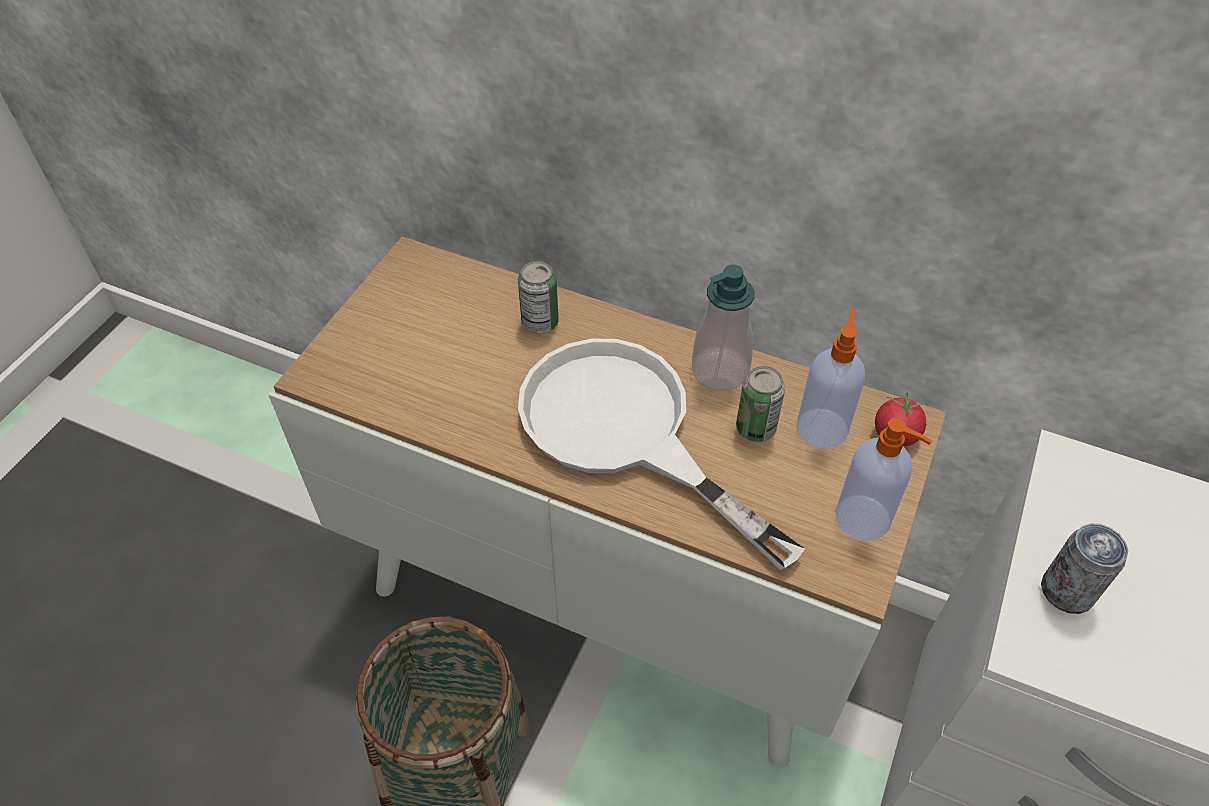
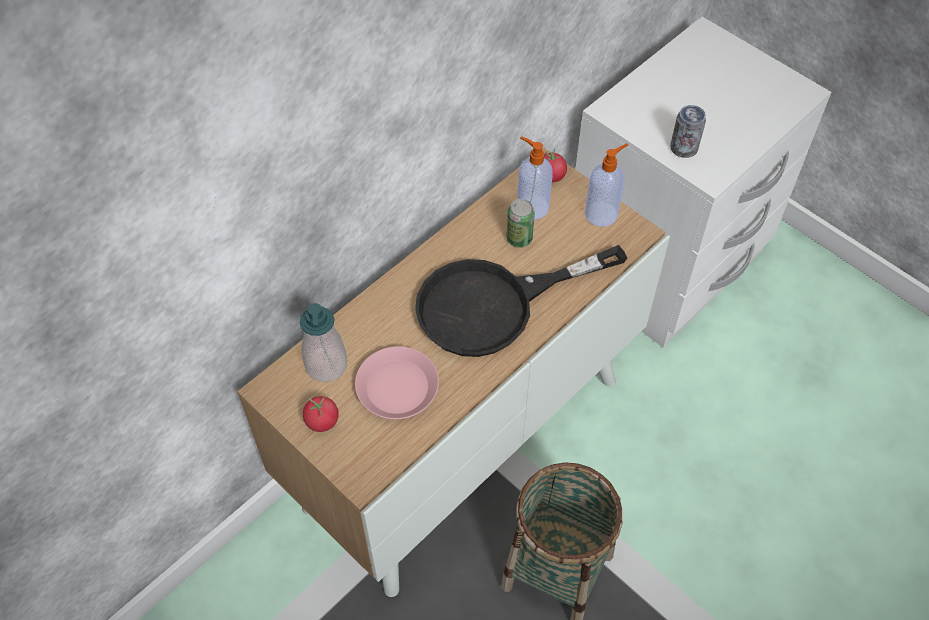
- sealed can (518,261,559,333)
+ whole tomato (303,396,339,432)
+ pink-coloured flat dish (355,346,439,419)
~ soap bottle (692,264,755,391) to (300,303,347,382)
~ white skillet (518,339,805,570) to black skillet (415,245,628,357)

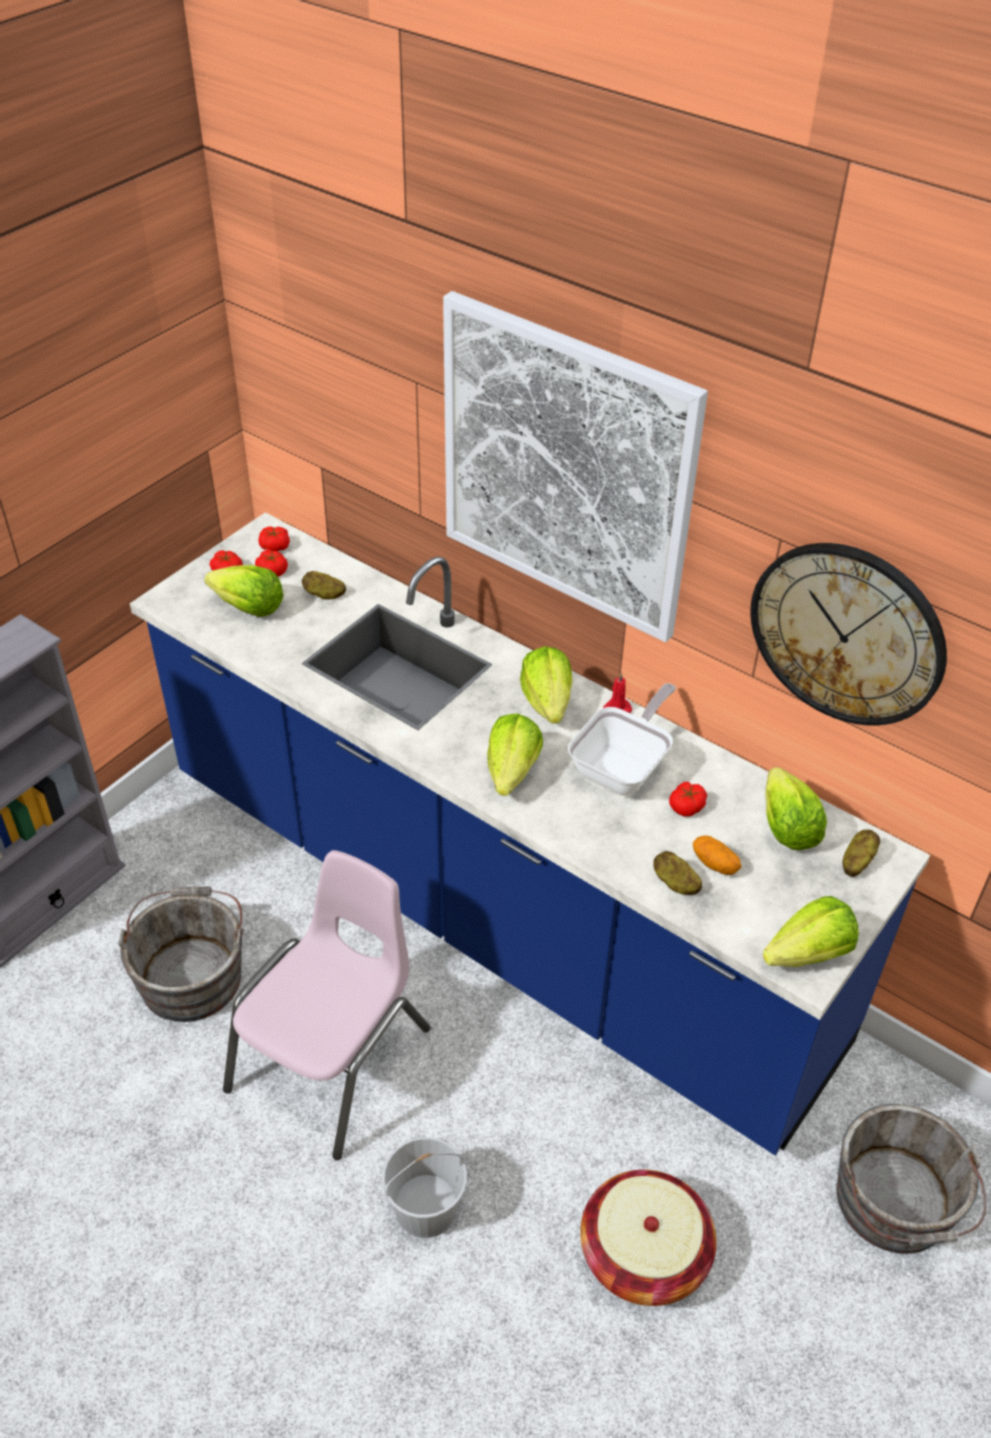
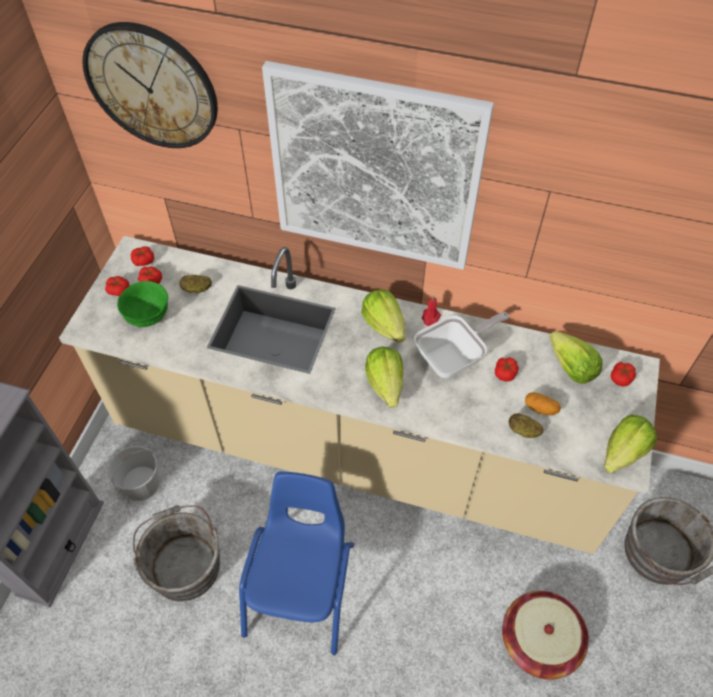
~ white bucket (382,1137,467,1238) to (108,446,159,501)
~ clock on the wall (750,543,947,725) to (82,22,218,148)
~ lettuce (204,565,284,617) to green-coloured serving bowl (117,281,168,327)
~ whole potato (842,829,880,877) to whole tomato (611,362,636,386)
~ blue kitchen base unit (130,513,930,1155) to beige-coloured kitchen base unit (59,236,660,554)
~ pink-coloured upright chair (223,850,430,1160) to blue upright chair (239,472,354,655)
~ skillet (568,683,676,795) = (414,312,510,378) 45 degrees clockwise

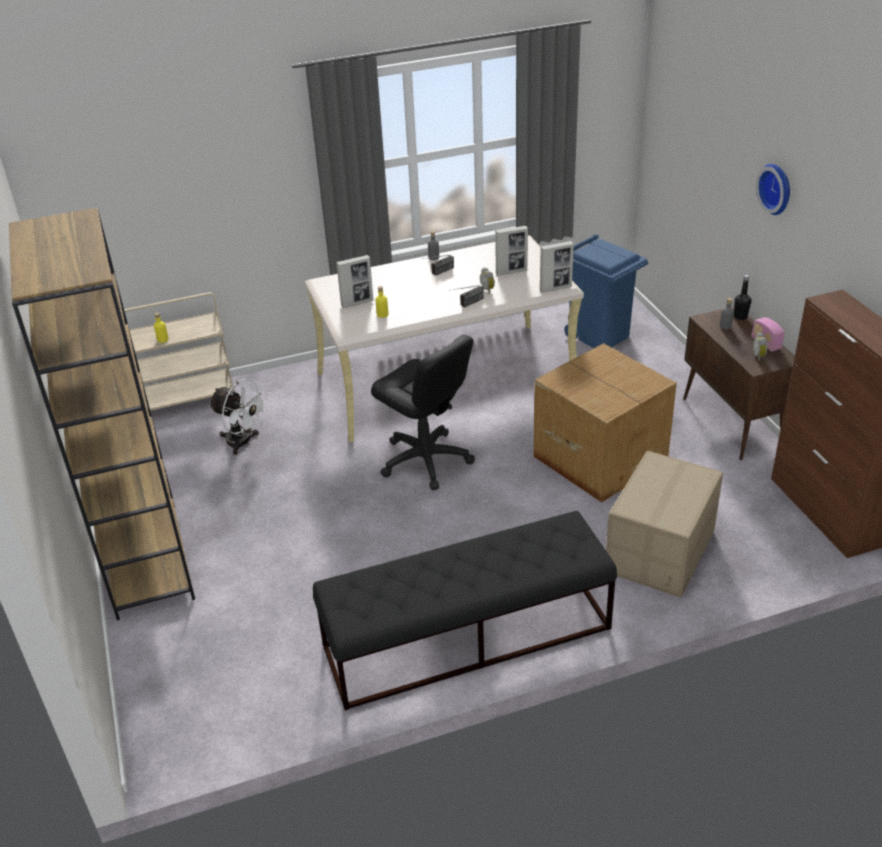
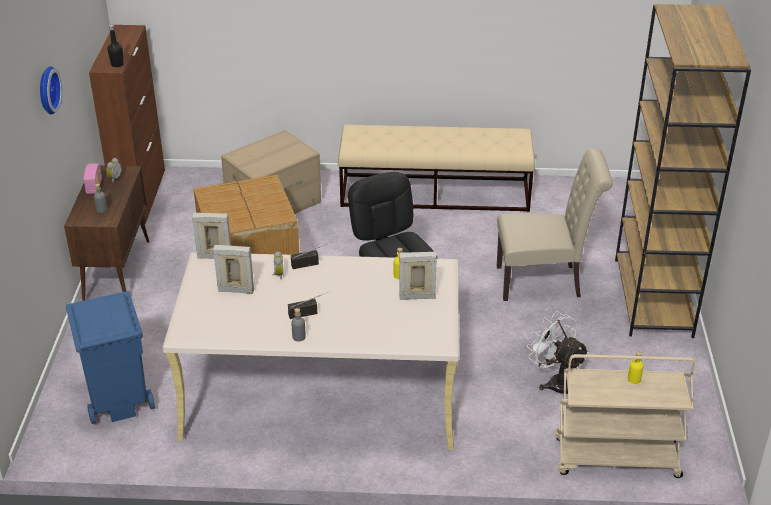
+ beige-coloured upright chair (497,148,613,301)
~ black beverage bottle (734,275,751,320) to (107,25,124,67)
~ black bench (313,511,617,710) to beige-coloured bench (338,125,535,212)

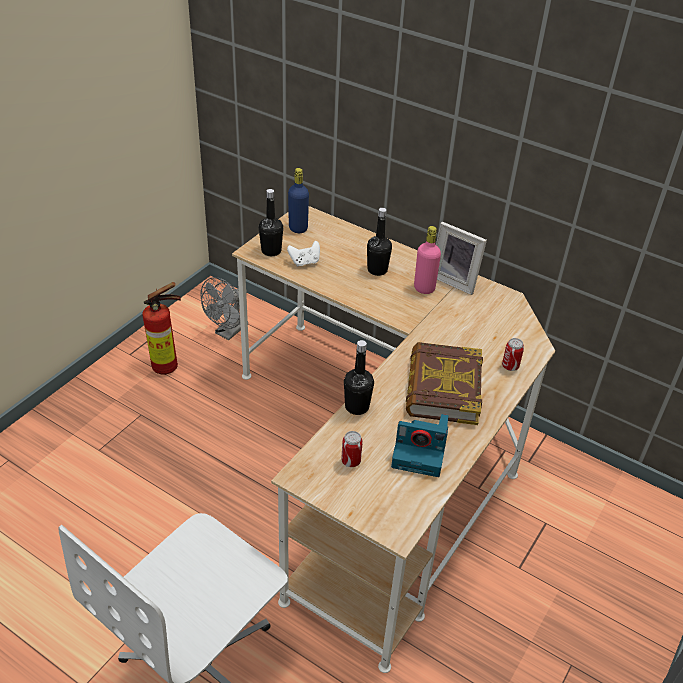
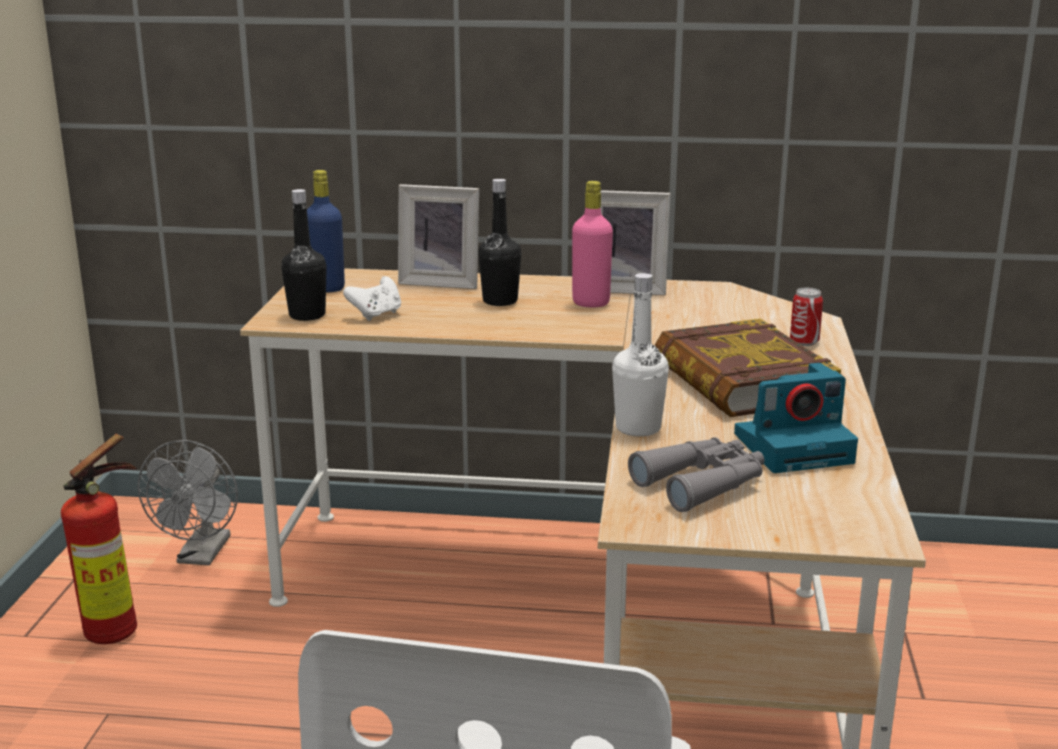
+ picture frame (398,184,479,289)
~ sealed can (341,431,363,467) to greyish field glasses (628,437,764,512)
~ black beverage bottle (344,340,374,415) to white beverage bottle (612,273,669,437)

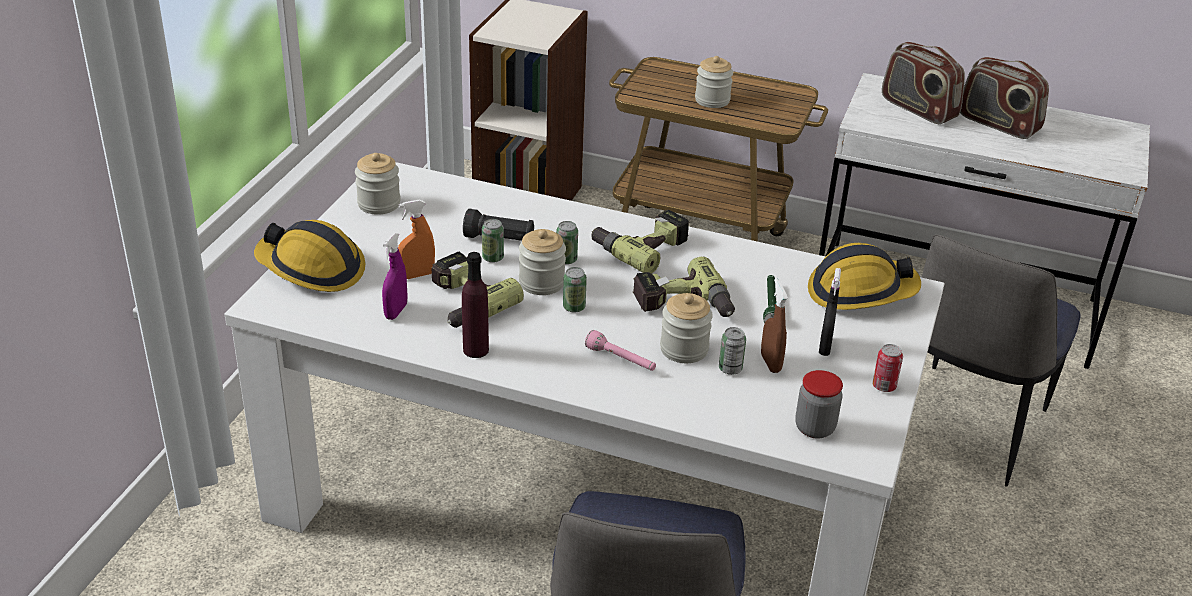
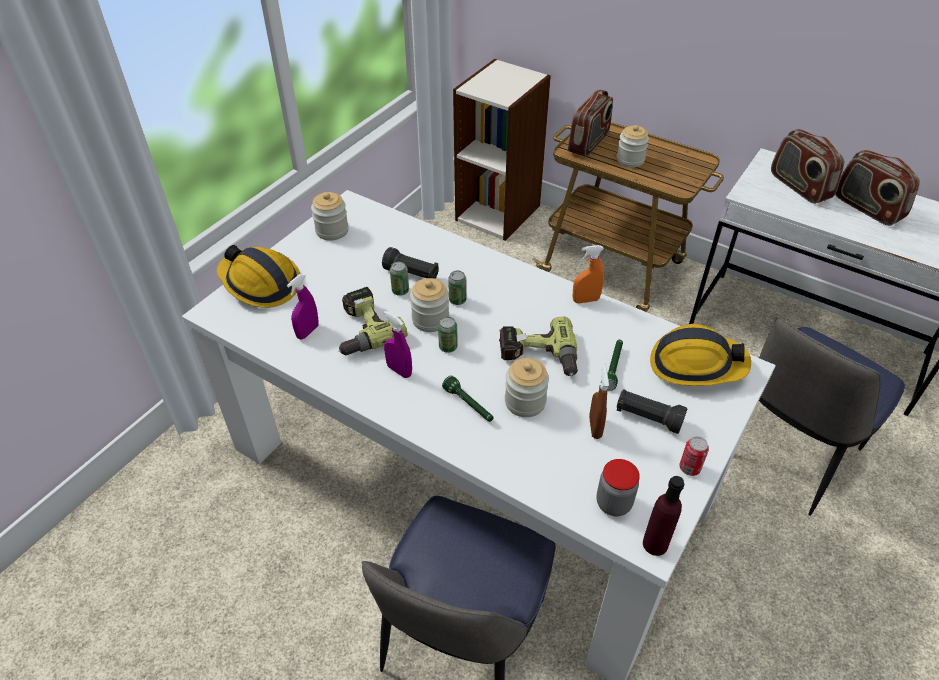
- drill (591,210,689,274)
- sealed can (719,327,746,375)
+ purplish sprayer (384,311,412,378)
+ radio set (568,90,613,157)
~ orangey sprayer (398,200,435,279) to (573,245,604,303)
~ purplish beverage bottle (462,252,489,358) to (643,476,684,556)
~ black sprayer (819,268,841,356) to black torch (617,389,688,434)
~ pink-coloured torch (585,330,656,371) to green-coloured torch (442,376,493,422)

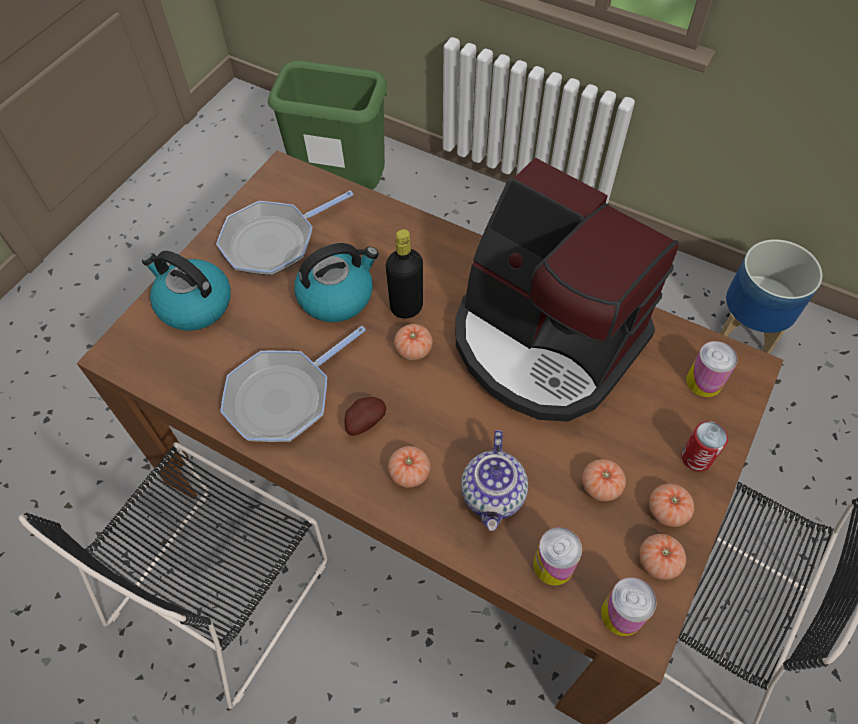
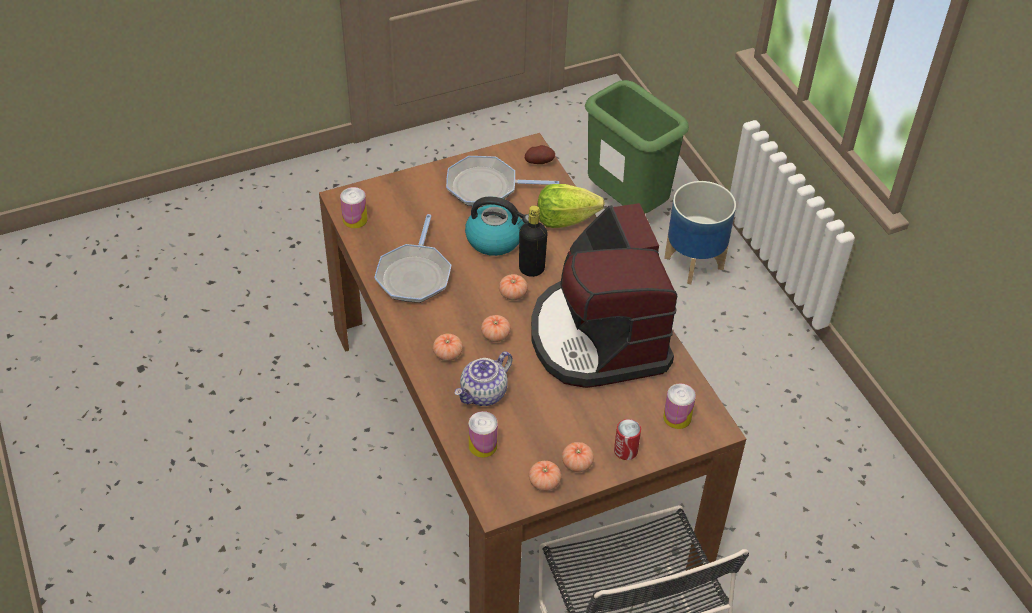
- black upright chair (18,442,328,709)
- kettle (142,251,231,331)
+ lettuce (537,184,605,228)
~ whole potato (344,397,386,436) to (525,145,555,164)
~ whole tomato (582,459,626,501) to (481,315,511,342)
~ sealed can (601,577,657,636) to (340,187,367,229)
~ plant pot (720,239,822,354) to (664,181,736,284)
~ skillet (220,326,366,442) = (374,214,451,303) 75 degrees counterclockwise

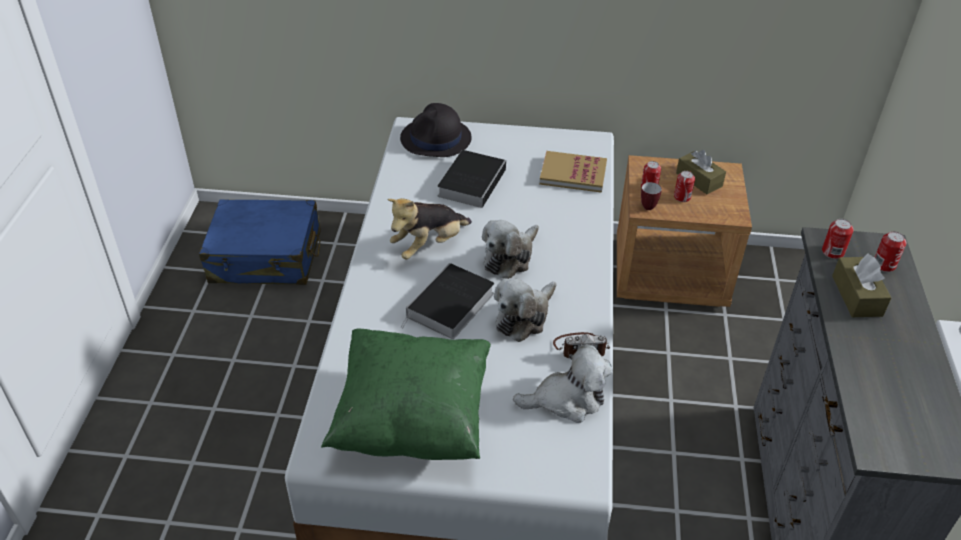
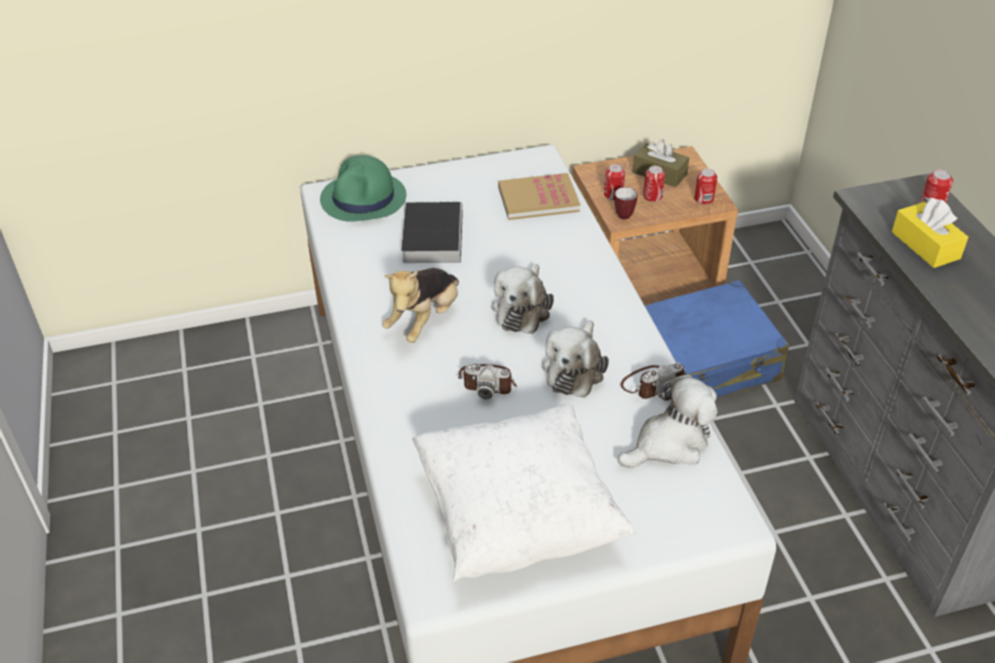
~ blue piece of luggage (199,199,321,285) to (645,280,789,398)
~ sealed can (822,219,853,259) to (694,169,717,205)
~ book (401,263,494,339) to photo camera (458,364,517,400)
~ green-coloured throw pillow (321,328,491,460) to white throw pillow (412,404,636,581)
~ black wearable hat (400,103,472,157) to green-coloured wearable hat (320,155,406,222)
~ brown-coloured box of tissues (832,253,891,317) to yellow-coloured box of tissues (892,198,968,268)

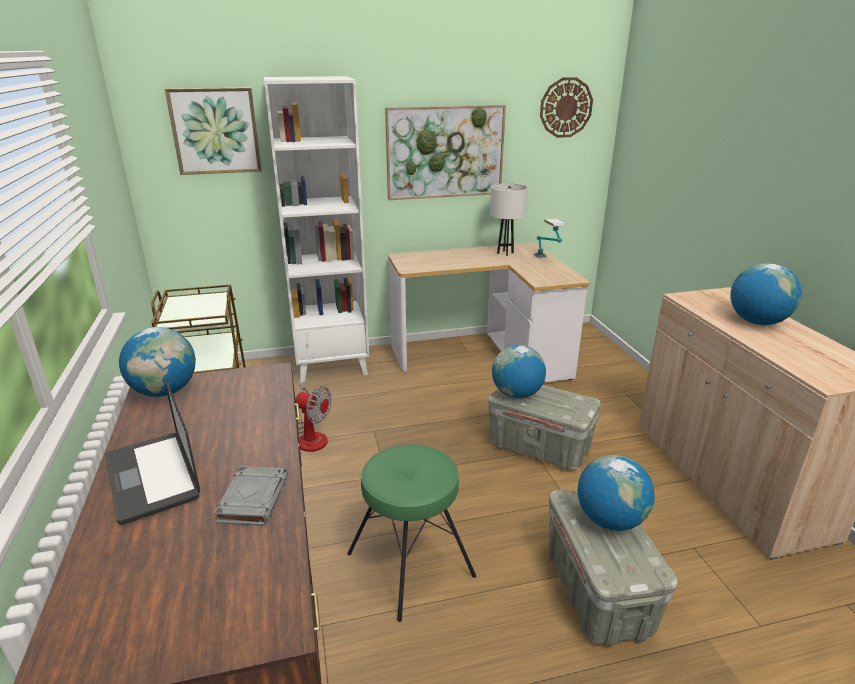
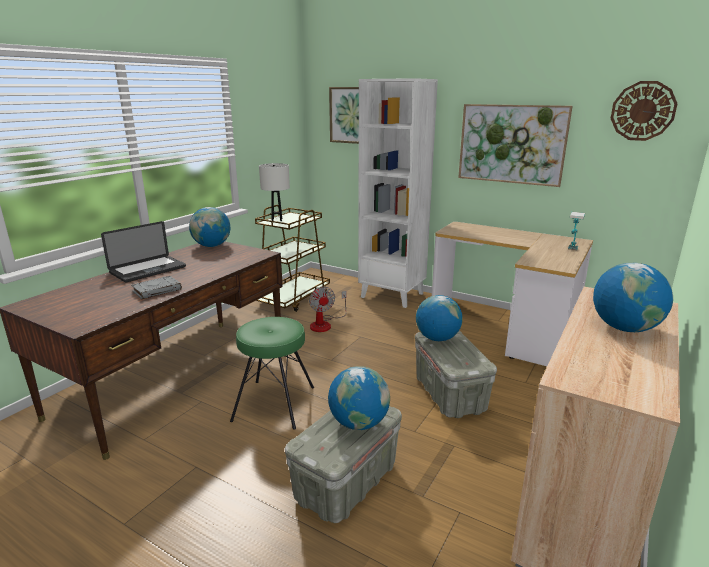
~ white table lamp (490,183,528,256) to (259,163,290,221)
~ portable computer (105,377,200,525) = (101,221,186,282) 150 degrees counterclockwise

